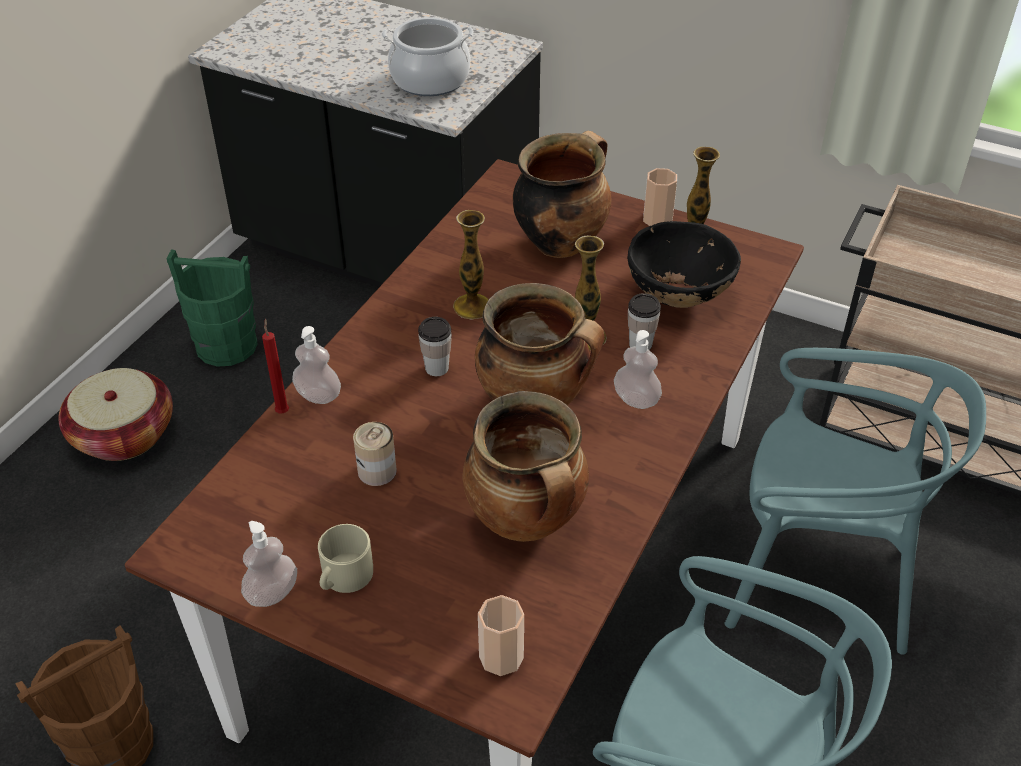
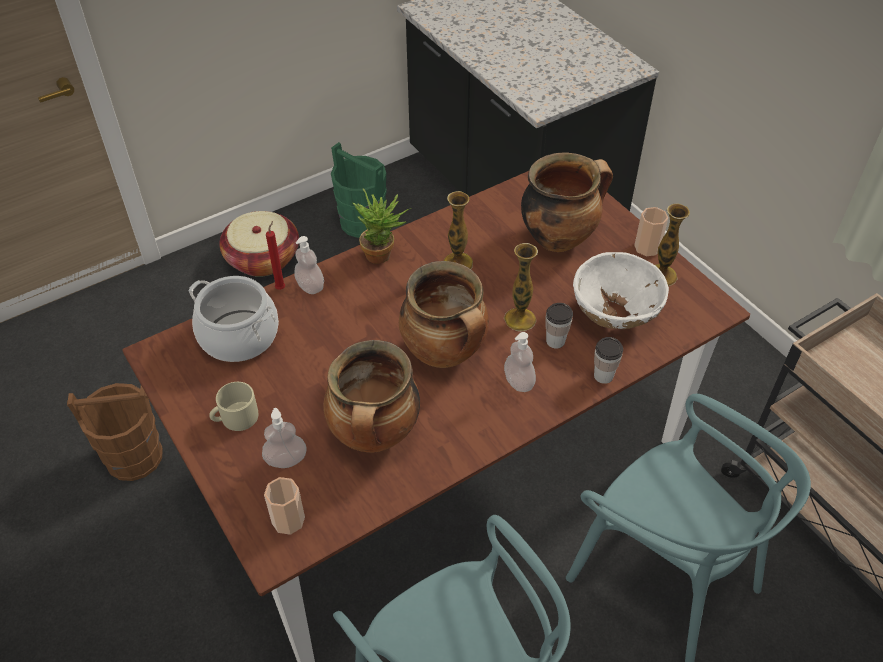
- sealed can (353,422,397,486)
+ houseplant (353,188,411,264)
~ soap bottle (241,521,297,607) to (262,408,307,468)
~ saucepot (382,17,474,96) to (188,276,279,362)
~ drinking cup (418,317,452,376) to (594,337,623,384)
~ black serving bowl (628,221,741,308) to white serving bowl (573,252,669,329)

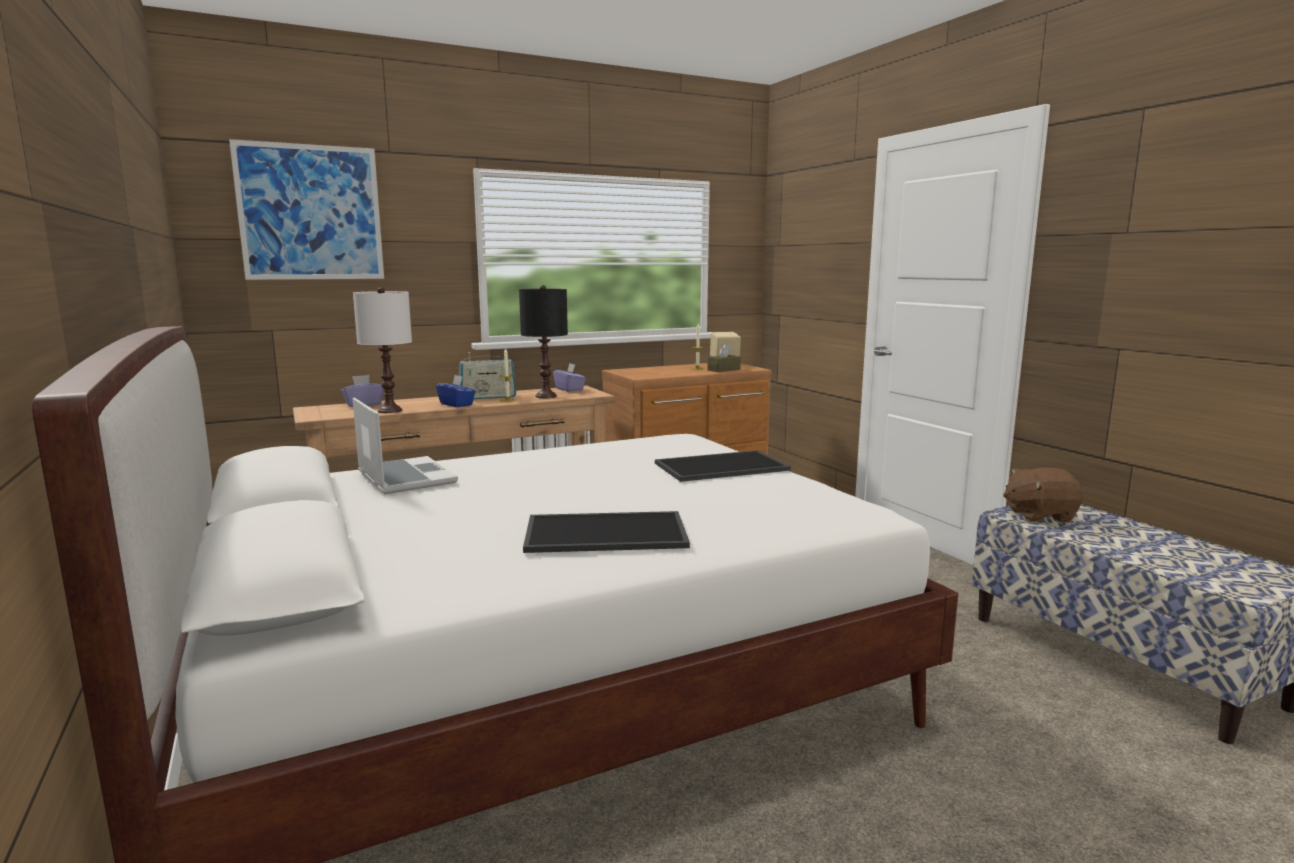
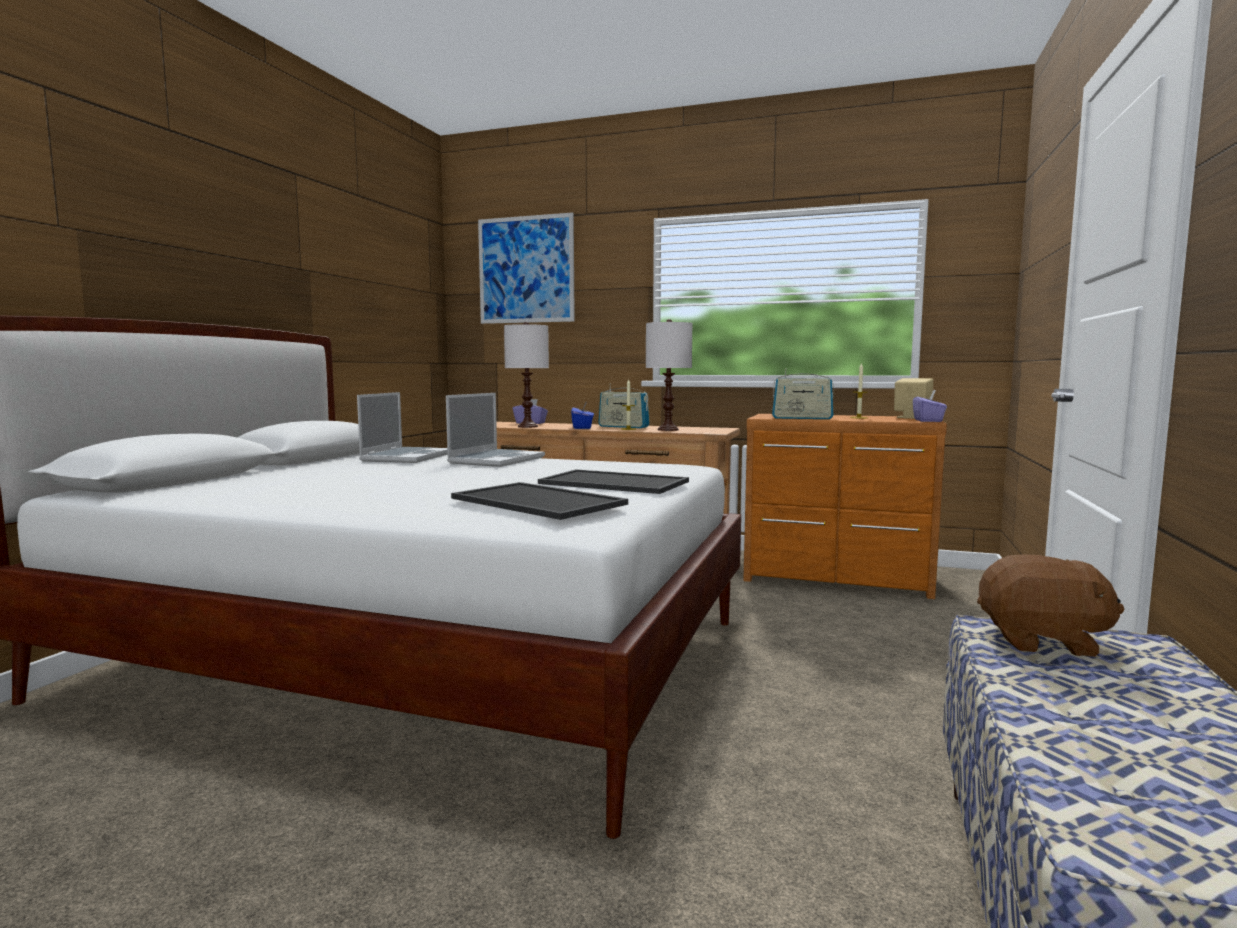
- brown-coloured box of tissues (708,344,741,372)
+ portable computer (446,393,545,467)
+ radio set (772,369,834,419)
~ carrying tray (523,511,690,553) to (451,482,628,520)
~ purplish box of tissues (553,363,586,392) to (913,390,947,422)
~ black table lamp (519,285,568,398) to white table lamp (646,319,693,431)
~ brown-coloured plush toy (1003,468,1083,522) = (977,555,1125,657) 150 degrees clockwise

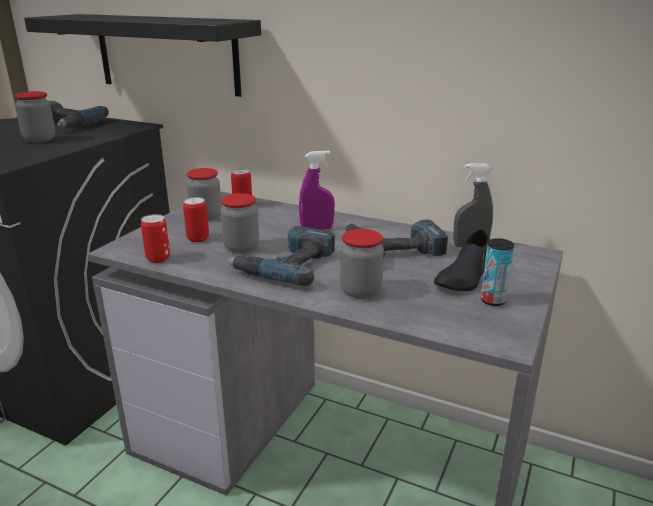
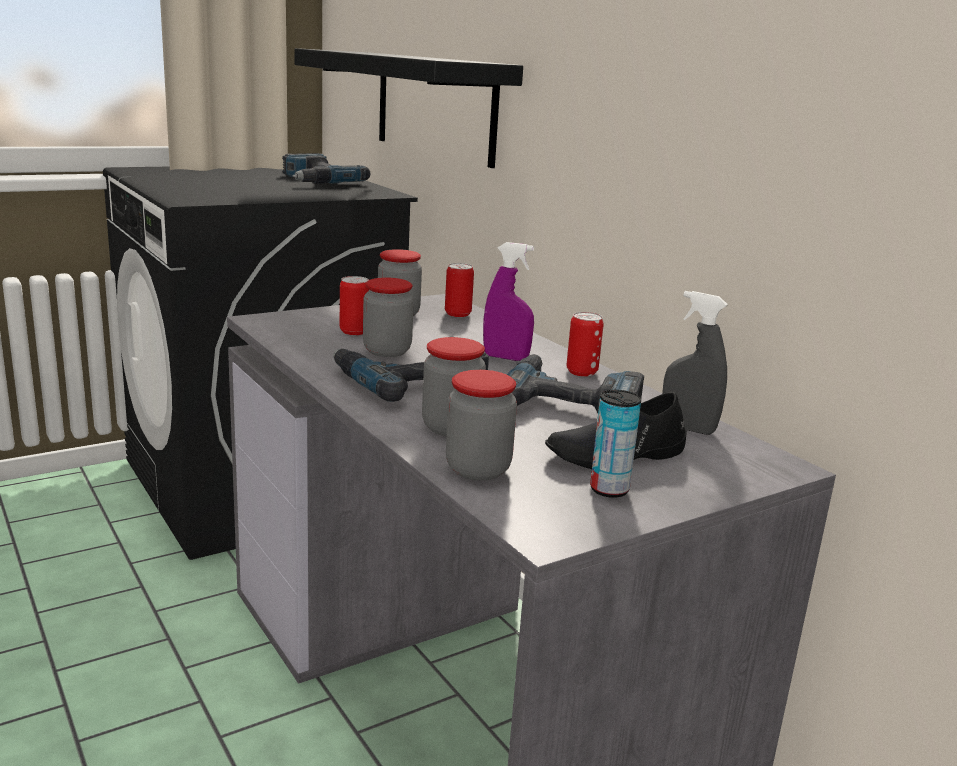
~ jar (14,91,56,143) to (446,370,517,481)
~ sealed can (141,214,170,263) to (567,312,604,377)

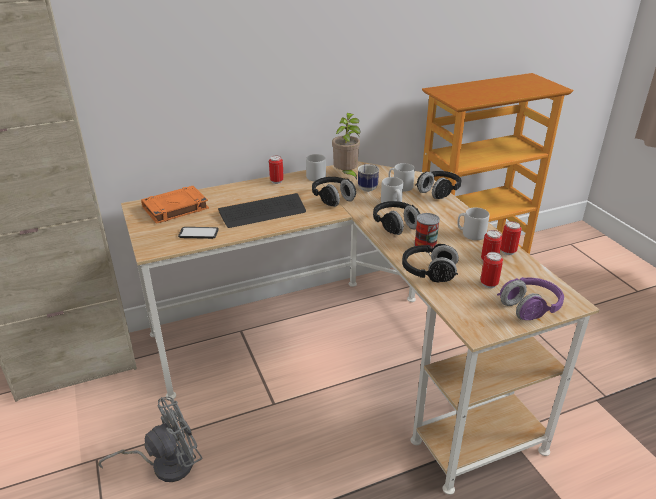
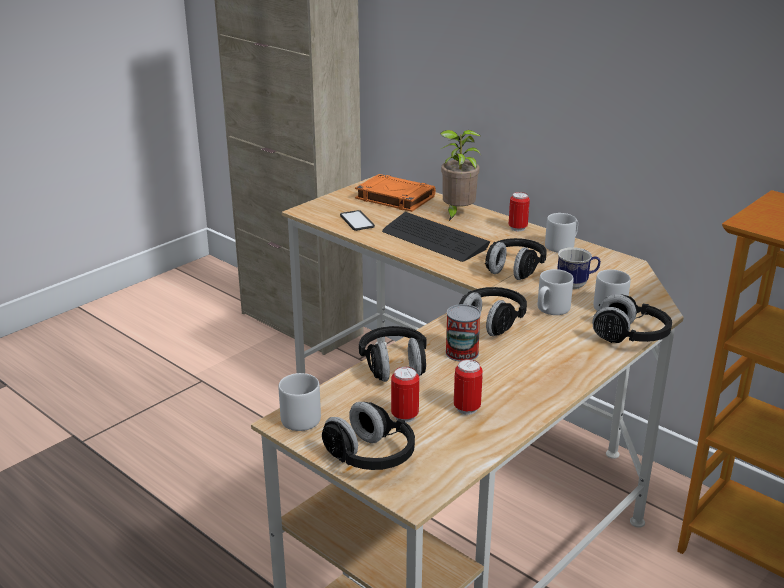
- greyish electric fan (98,397,203,482)
- sealed can (501,221,522,255)
~ houseplant (332,113,361,180) to (440,130,481,222)
~ greyish mug (457,207,490,240) to (279,373,321,431)
~ purplish pair of headphones (497,277,564,320) to black pair of headphones (322,402,415,470)

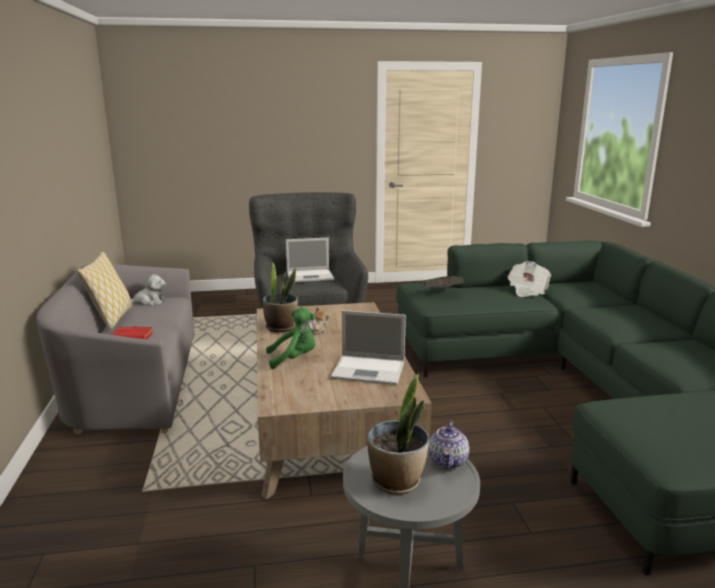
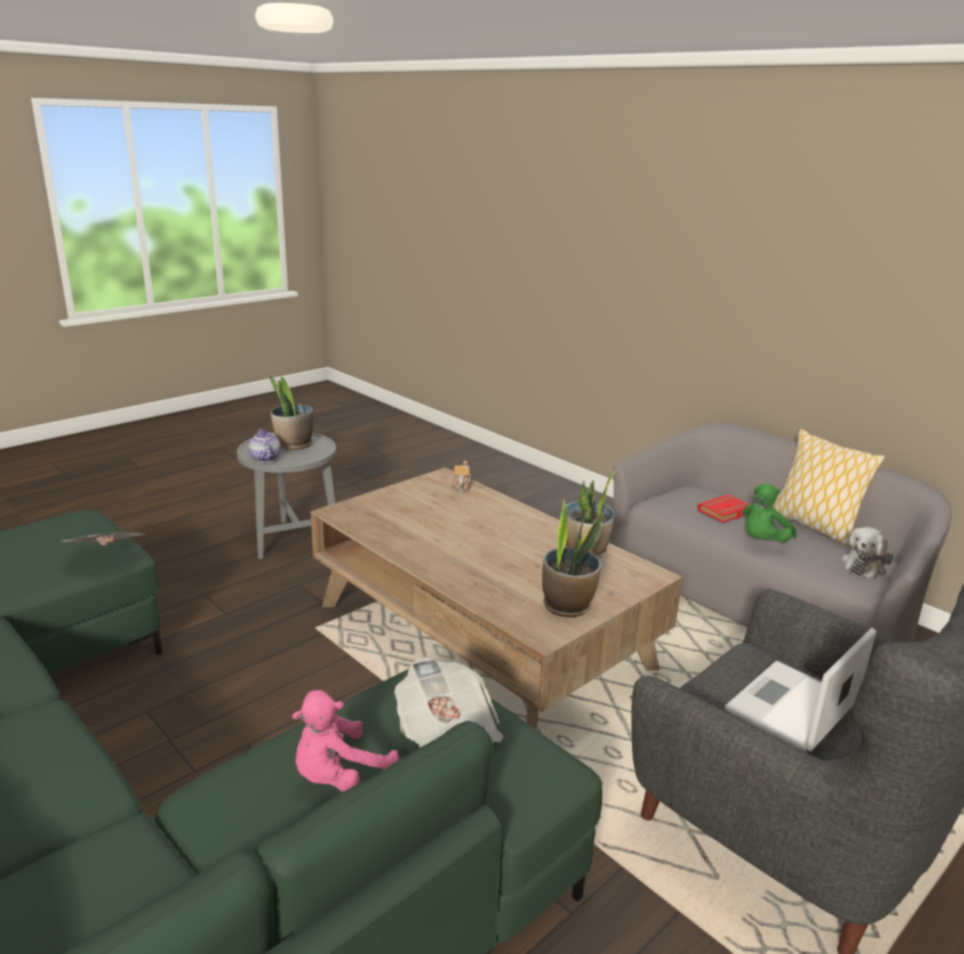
- portable computer (330,310,406,385)
+ pink-coloured plush toy (292,690,400,792)
+ houseplant (542,499,603,617)
~ green-coloured plush toy (266,307,315,369) to (743,483,797,543)
~ pot for tea (307,306,329,335) to (451,461,472,492)
~ newspaper (507,261,551,297) to (61,532,146,545)

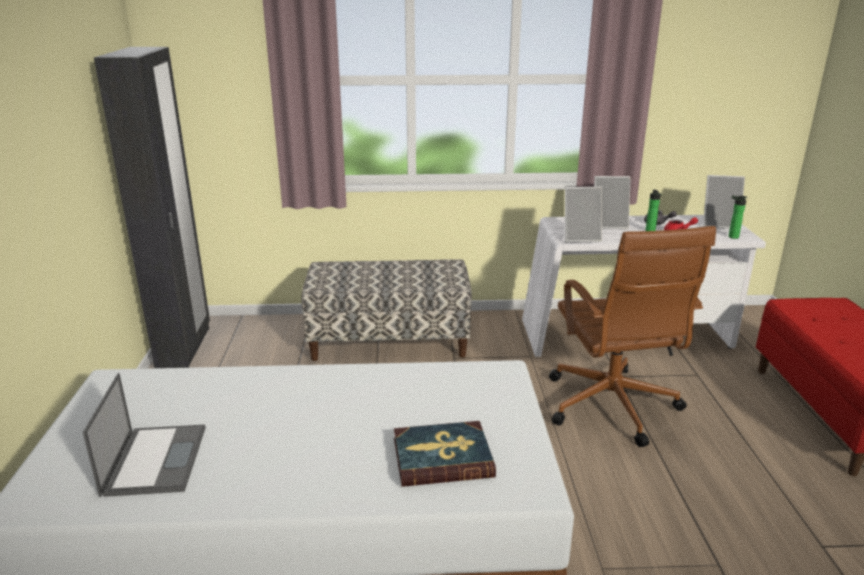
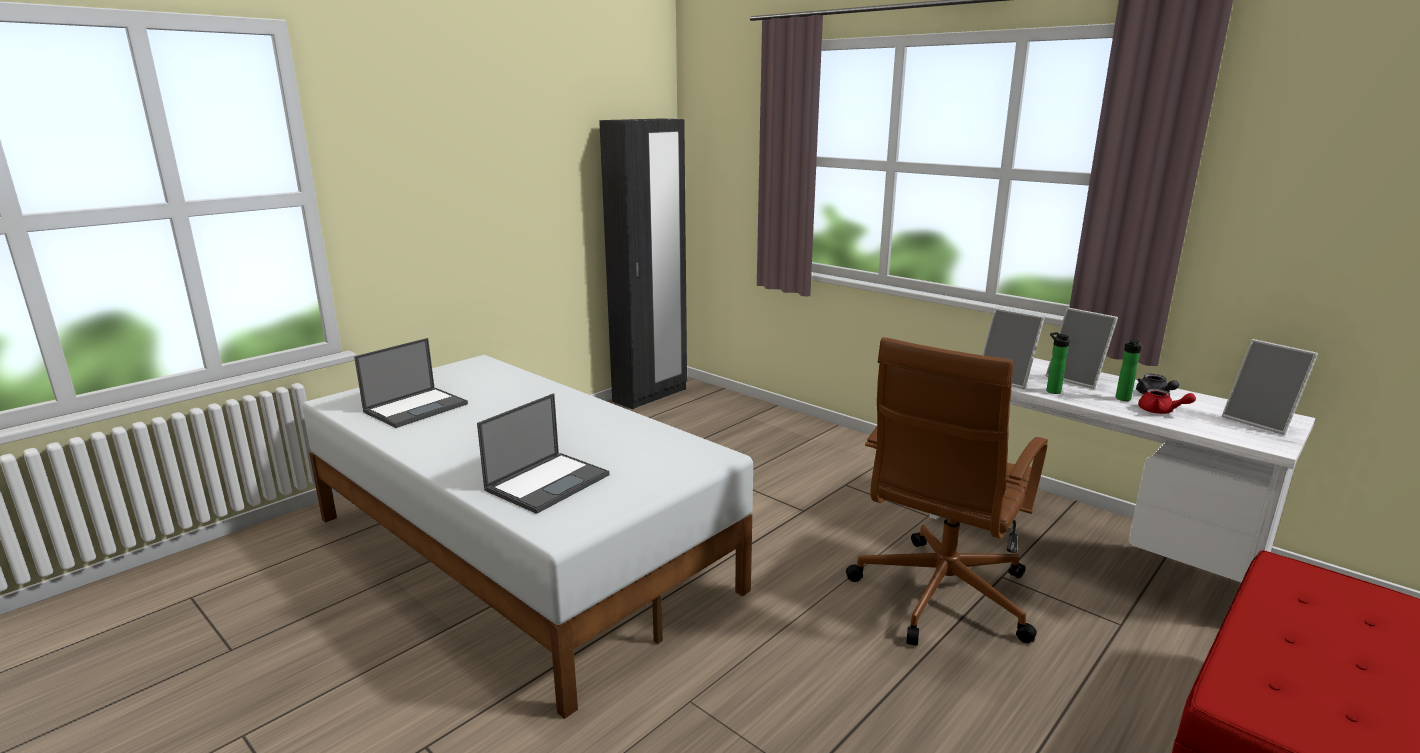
- bench (301,259,472,361)
~ beverage bottle (729,195,747,239) to (1046,332,1070,394)
~ book (394,421,496,487) to portable computer (477,393,609,514)

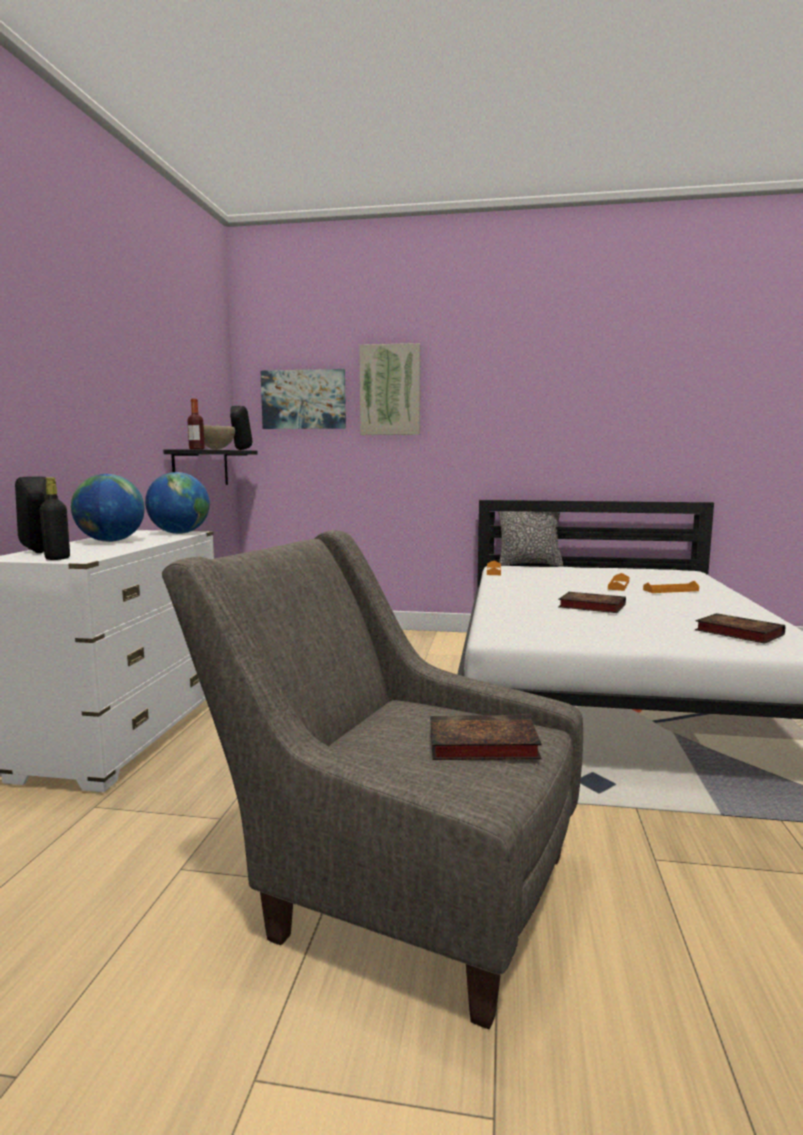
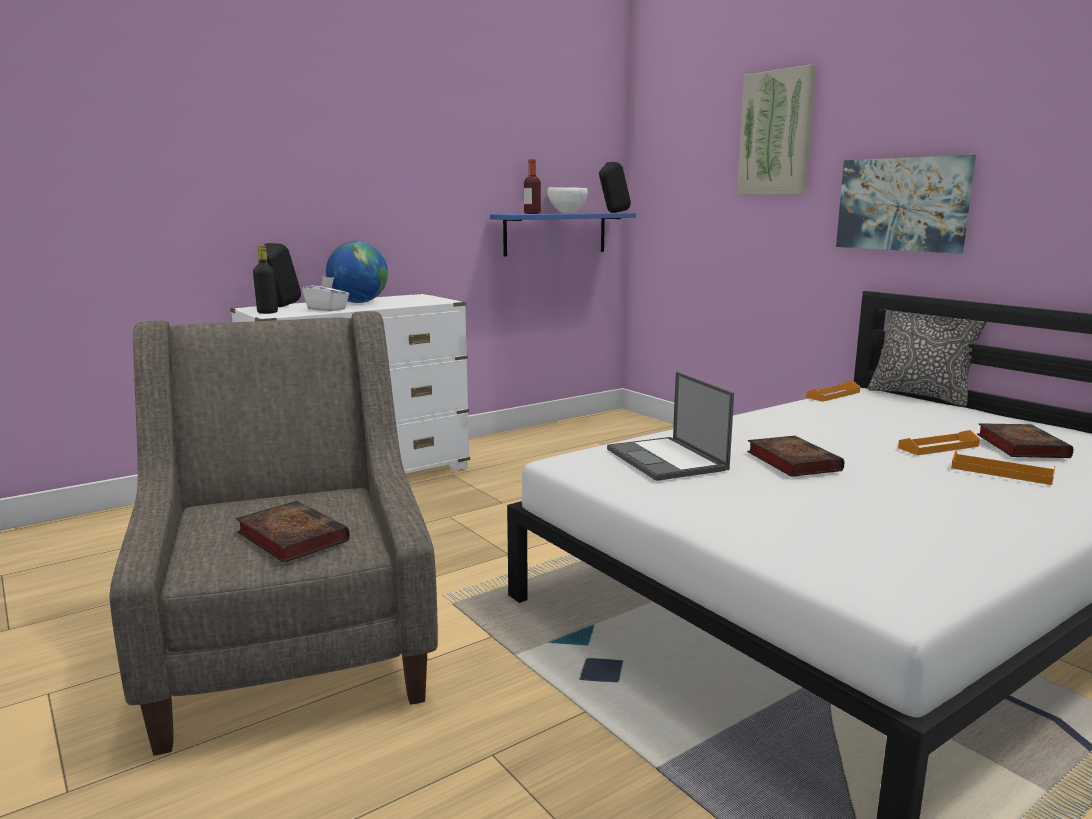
- desk globe (145,472,210,534)
+ white box of tissues (302,277,349,311)
+ portable computer (607,372,734,481)
~ wall art (261,369,346,429) to (836,155,976,254)
~ book (695,613,785,644) to (977,423,1073,458)
~ black wall shelf (163,449,258,485) to blue wall shelf (490,213,636,256)
~ brown-coloured serving bowl (204,425,235,450) to white serving bowl (547,187,588,213)

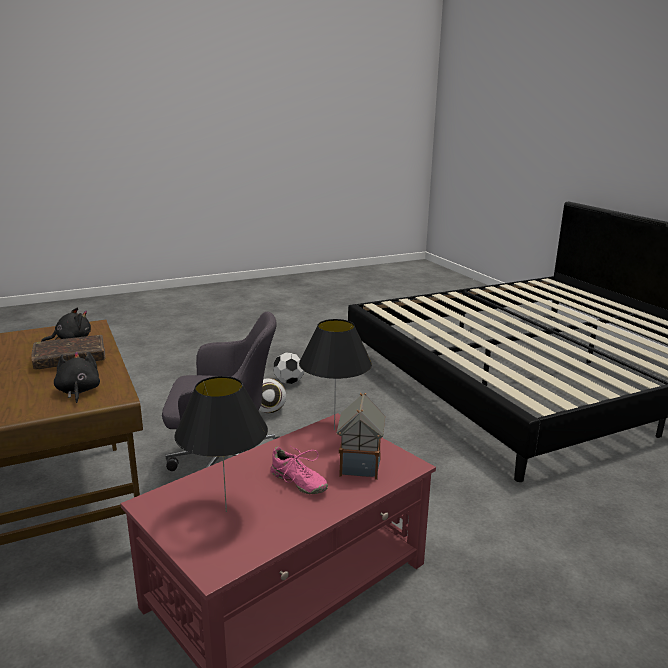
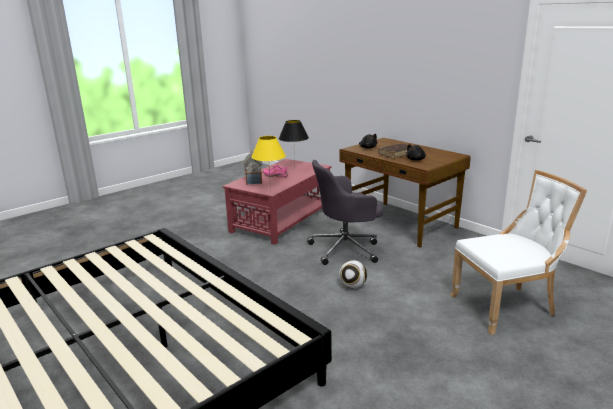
- football ball (273,352,304,384)
+ white upright chair (450,170,587,335)
~ black table lamp (299,319,372,430) to yellow-coloured table lamp (251,136,286,190)

